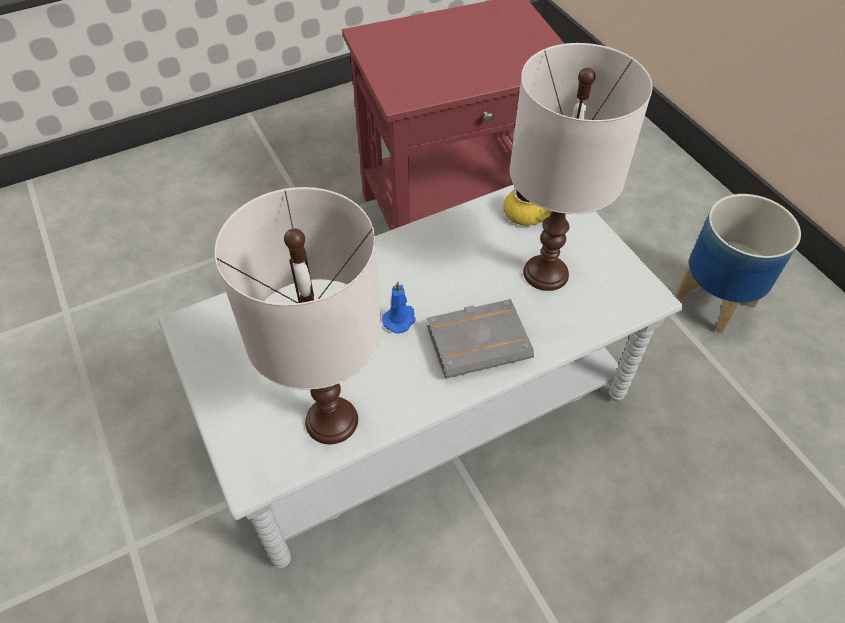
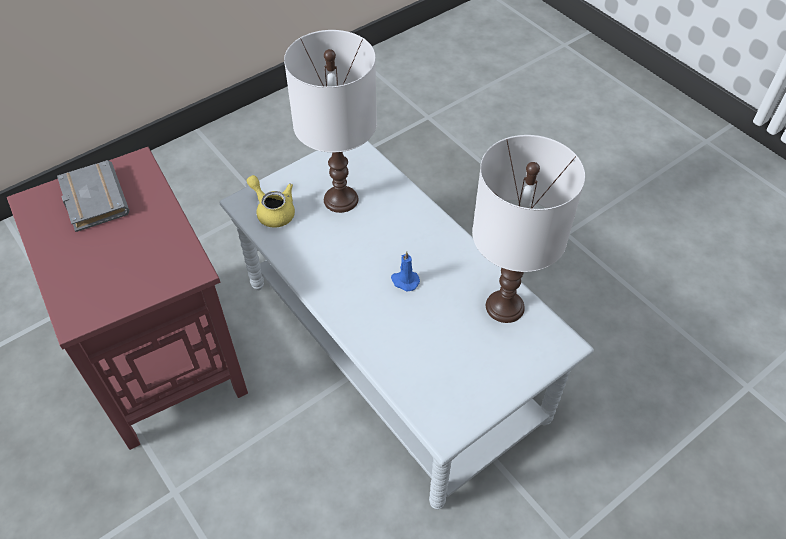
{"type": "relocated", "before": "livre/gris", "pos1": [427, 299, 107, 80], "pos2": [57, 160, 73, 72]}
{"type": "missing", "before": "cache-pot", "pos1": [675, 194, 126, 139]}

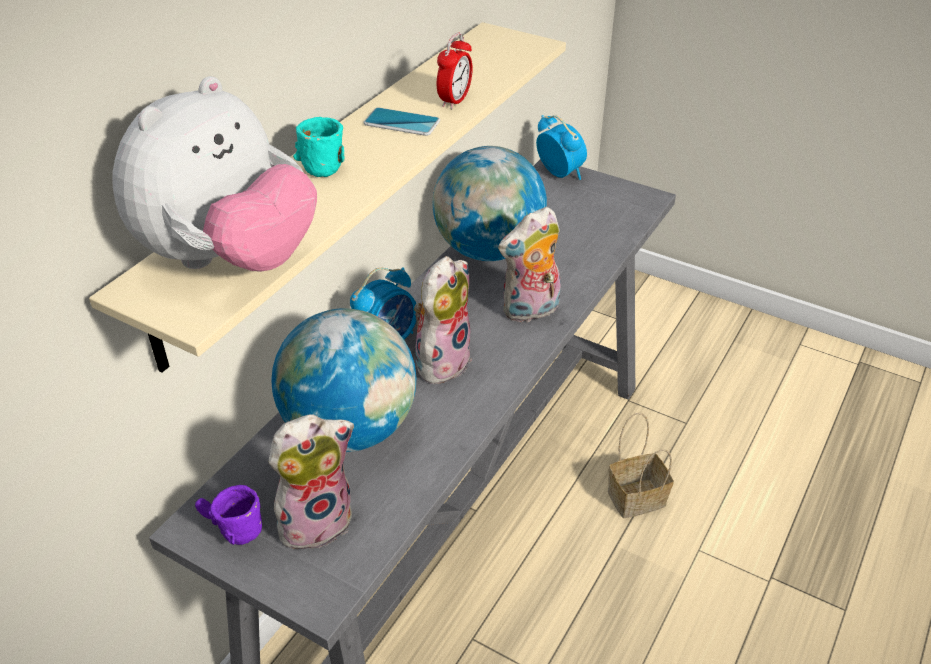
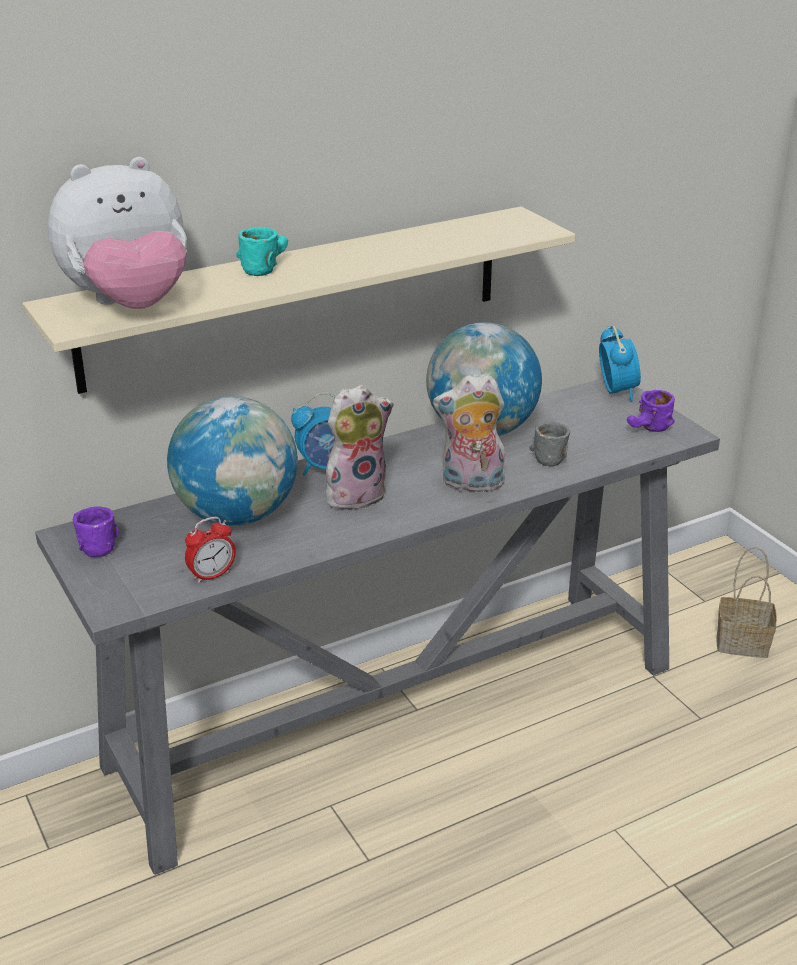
{"type": "relocated", "before": "réveil", "pos1": [437, 33, 36, 76], "pos2": [185, 517, 51, 67]}
{"type": "appeared", "after": "mug/gris", "pos2": [529, 422, 41, 45]}
{"type": "appeared", "after": "mug/violet", "pos2": [627, 390, 48, 42]}
{"type": "relocated", "before": "panier", "pos1": [608, 413, 66, 105], "pos2": [716, 547, 61, 111]}
{"type": "missing", "before": "peluche", "pos1": [269, 414, 85, 141]}
{"type": "missing", "before": "téléphone", "pos1": [363, 107, 77, 29]}

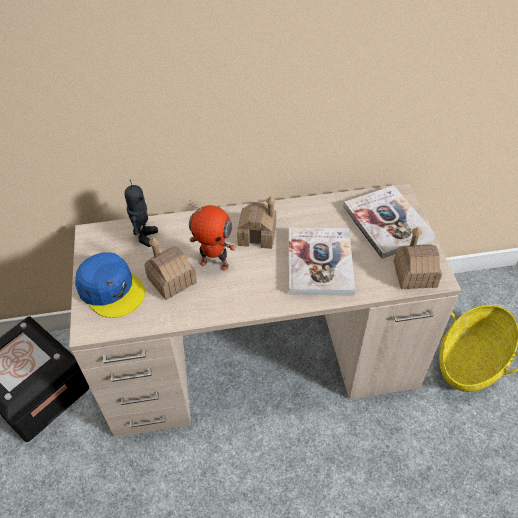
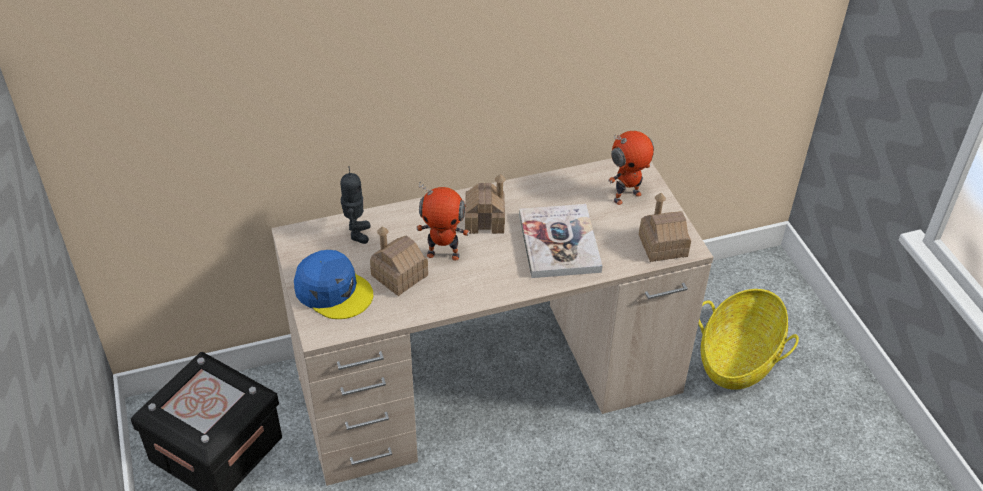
{"type": "exchanged", "before": "livre", "after": "robot jouet", "pos1": [343, 186, 93, 73], "pos2": [608, 131, 46, 74]}

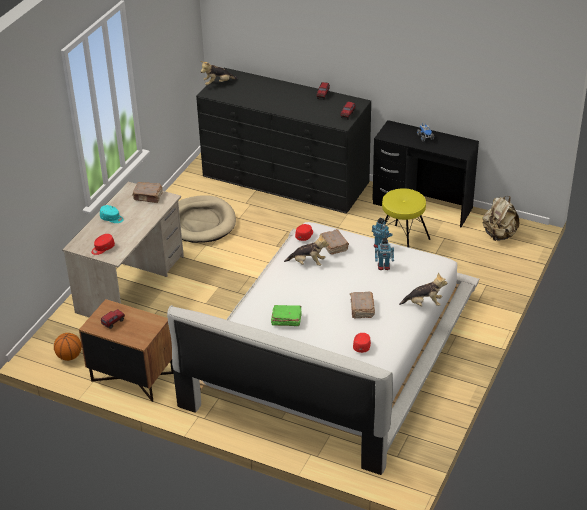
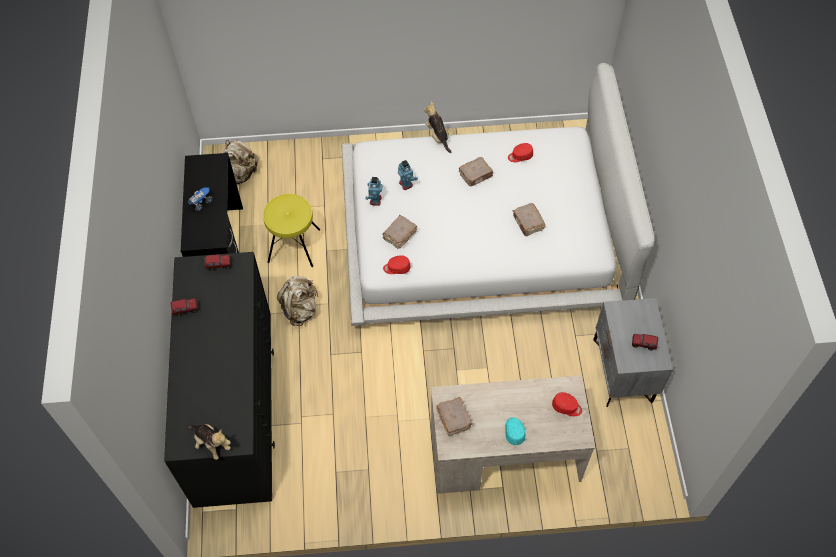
{"type": "appeared", "after": "sac à dos/beige", "pos2": [277, 276, 41, 50]}
{"type": "colour", "before": "livre/vert", "after": "livre/marron", "pos1": [271, 305, 31, 21], "pos2": [513, 203, 32, 33]}
{"type": "colour", "before": "table de chevet/marron", "after": "table de chevet/gris", "pos1": [79, 299, 95, 103], "pos2": [593, 298, 80, 109]}
{"type": "missing", "before": "ballon de basket", "pos1": [54, 333, 28, 28]}
{"type": "missing", "before": "panier pour chien/beige", "pos1": [178, 195, 58, 48]}
{"type": "missing", "before": "peluche", "pos1": [284, 233, 45, 33]}

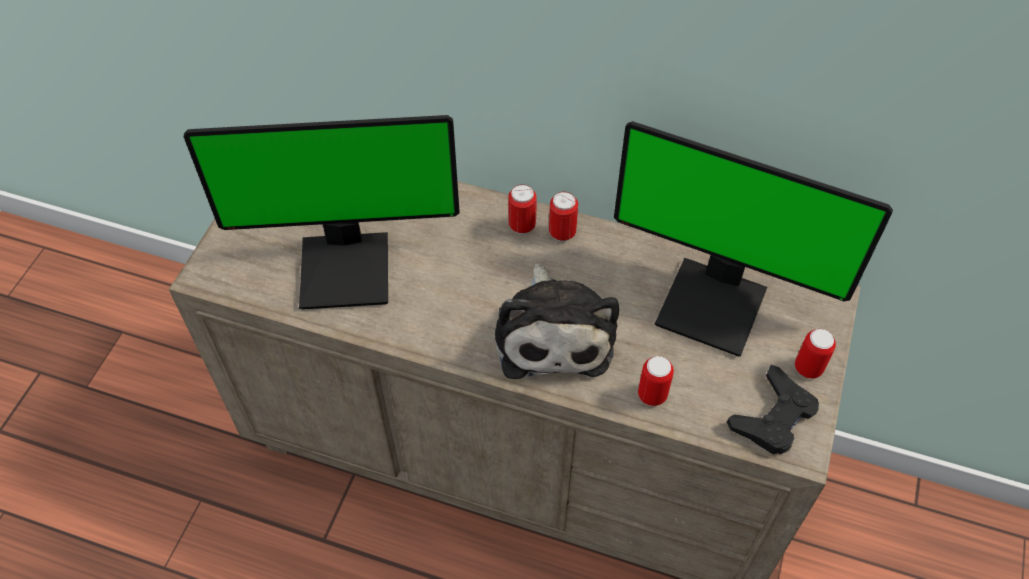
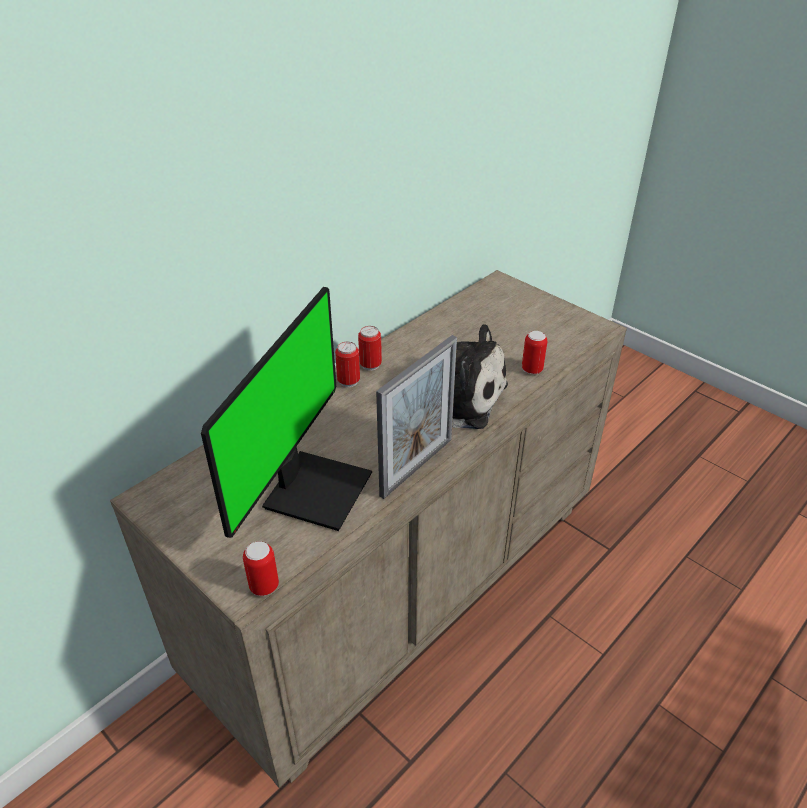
{"type": "relocated", "before": "boîte métallique", "pos1": [795, 329, 41, 50], "pos2": [243, 541, 36, 55]}
{"type": "appeared", "after": "cadre photo", "pos2": [376, 335, 81, 164]}
{"type": "missing", "before": "écran d'ordinateur", "pos1": [614, 121, 279, 236]}
{"type": "missing", "before": "manette/noir", "pos1": [727, 365, 92, 89]}

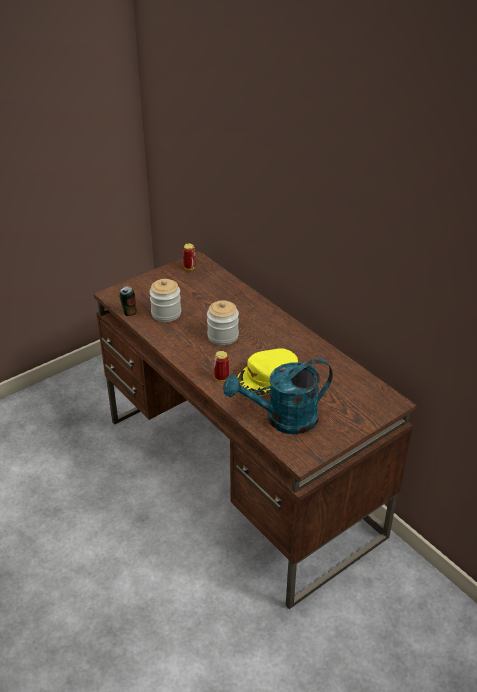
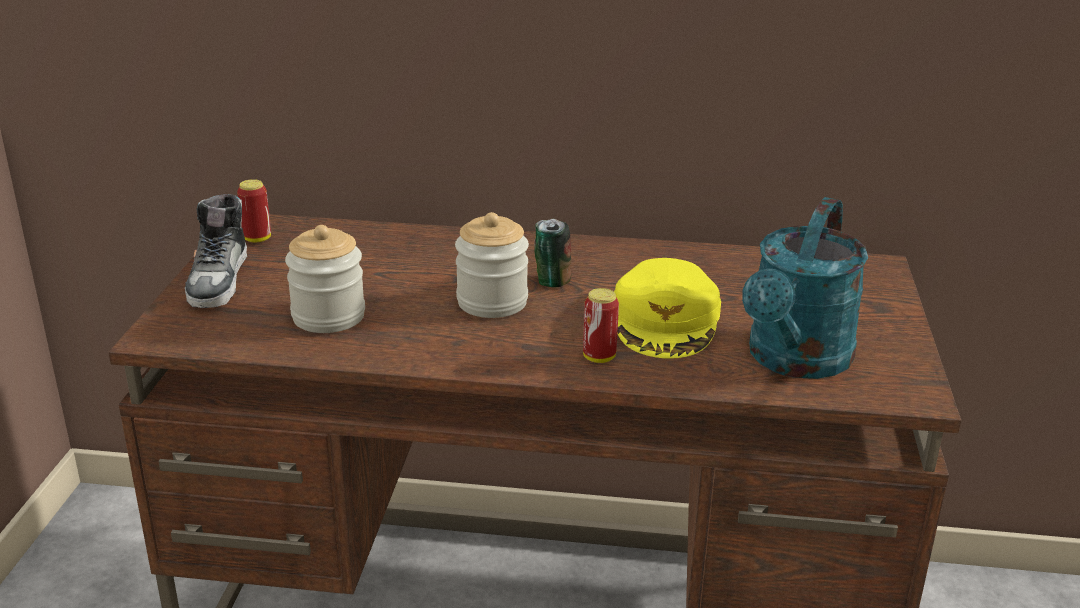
{"type": "appeared", "after": "chaussure", "pos2": [185, 194, 62, 114]}
{"type": "relocated", "before": "boîte métallique", "pos1": [119, 286, 18, 30], "pos2": [534, 219, 37, 68]}

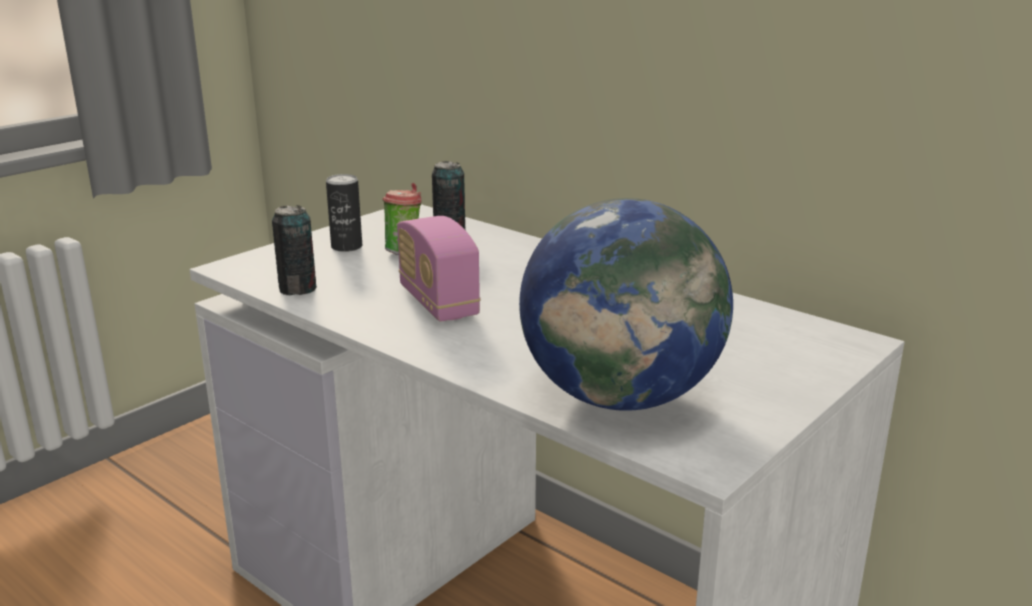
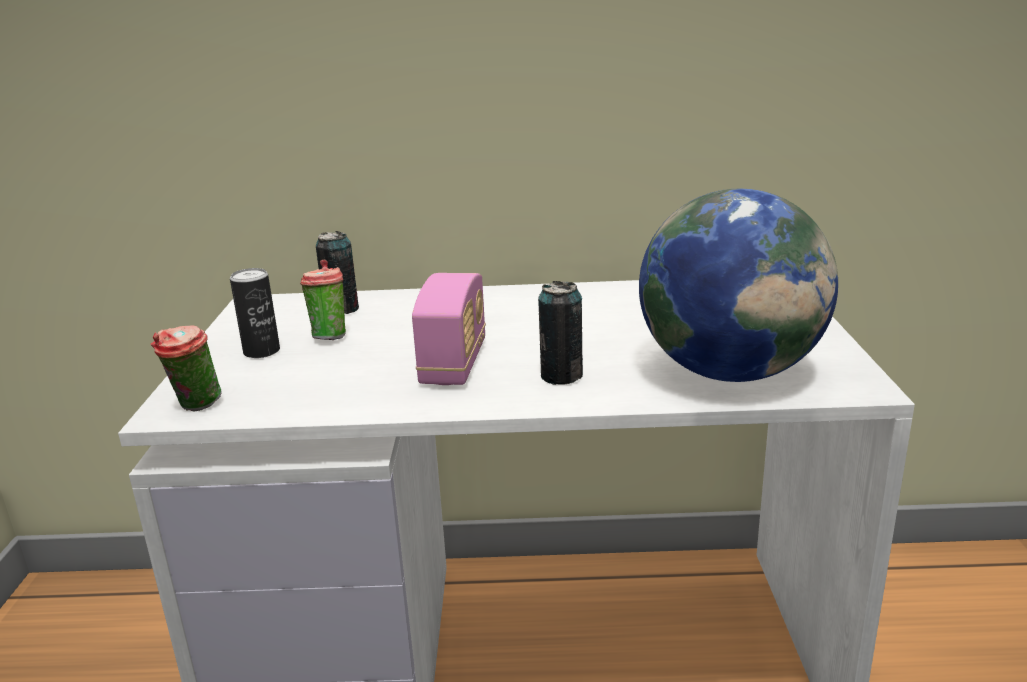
{"type": "appeared", "after": "tasse", "pos2": [151, 325, 70, 86]}
{"type": "spun", "before": "radio", "pos1": [397, 216, 83, 105], "pos2": [412, 273, 74, 112], "turn": -105}
{"type": "relocated", "before": "boîte métallique", "pos1": [272, 205, 45, 90], "pos2": [538, 281, 45, 104]}

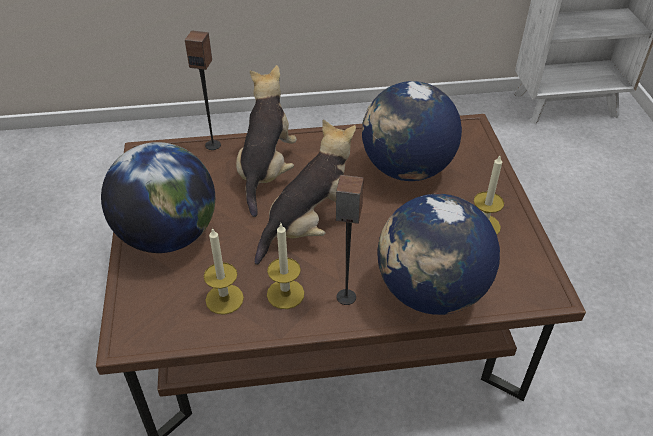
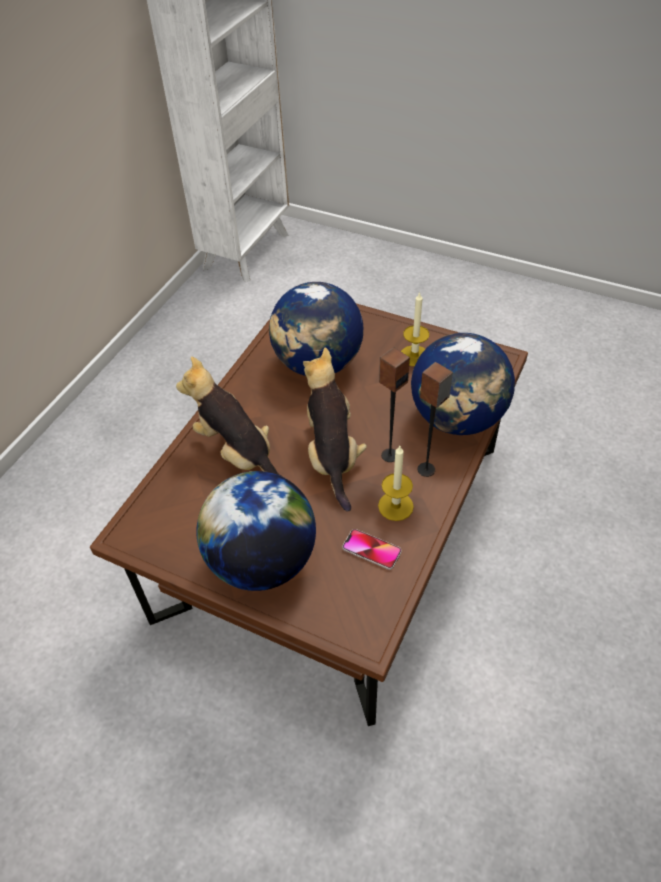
{"type": "exchanged", "before": "bougie", "after": "téléphone", "pos1": [204, 227, 40, 88], "pos2": [342, 529, 60, 41]}
{"type": "relocated", "before": "enceinte", "pos1": [185, 30, 36, 120], "pos2": [379, 347, 31, 115]}

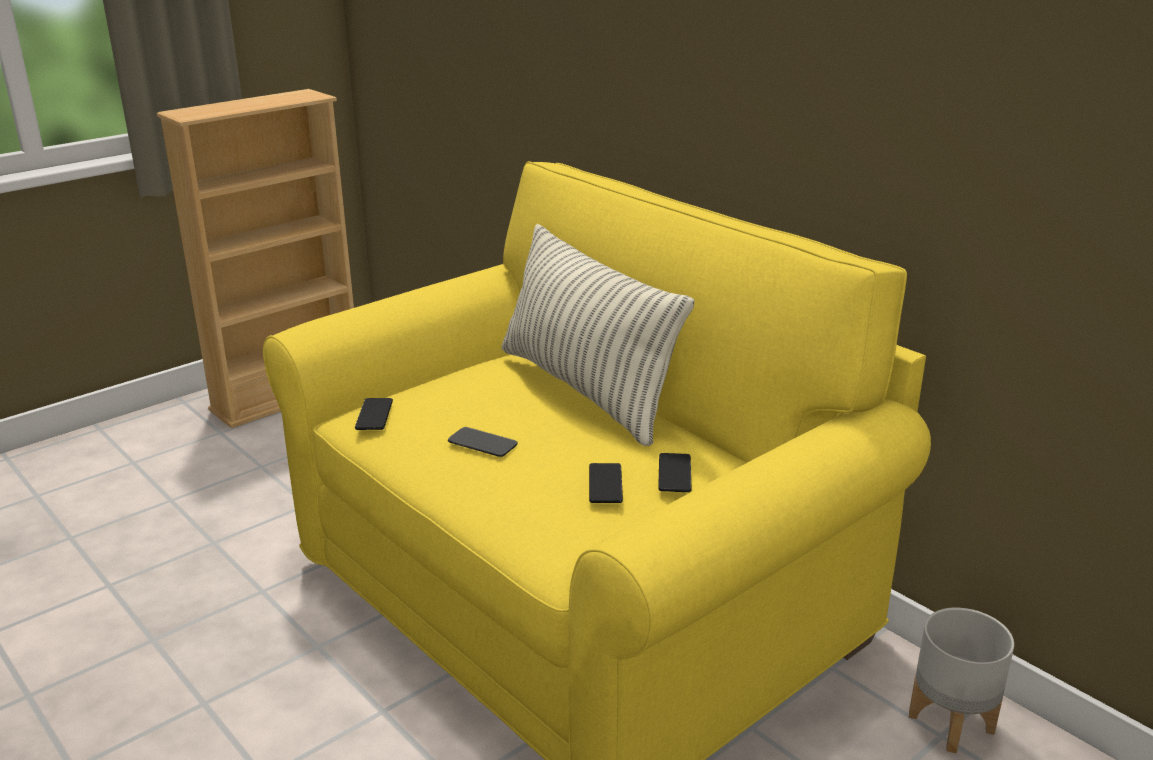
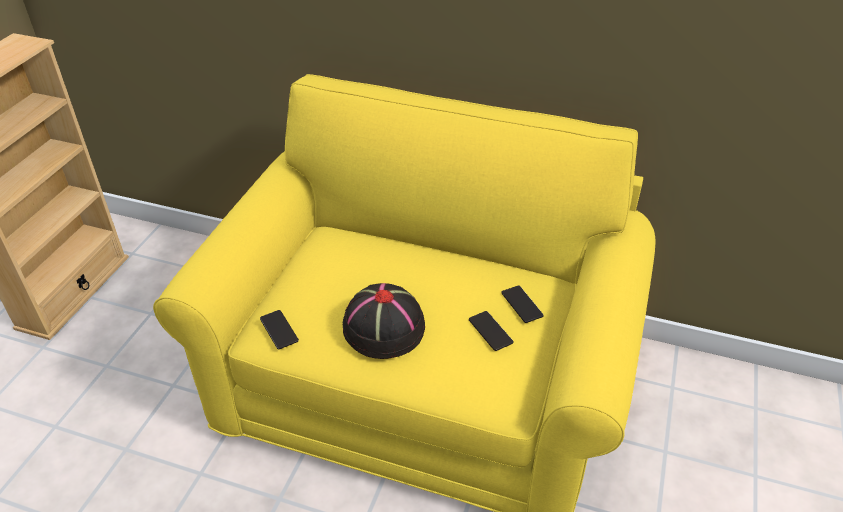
{"type": "exchanged", "before": "téléphone", "after": "chapeau/noir", "pos1": [448, 427, 69, 30], "pos2": [343, 283, 82, 76]}
{"type": "missing", "before": "coussin", "pos1": [502, 224, 192, 222]}
{"type": "missing", "before": "cache-pot/gris", "pos1": [909, 608, 105, 145]}

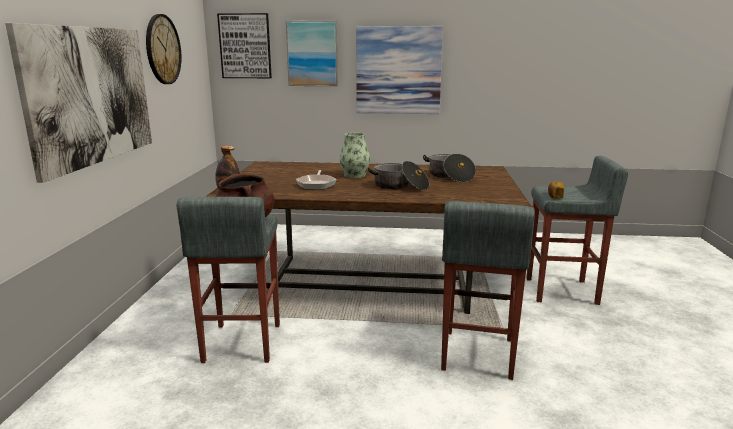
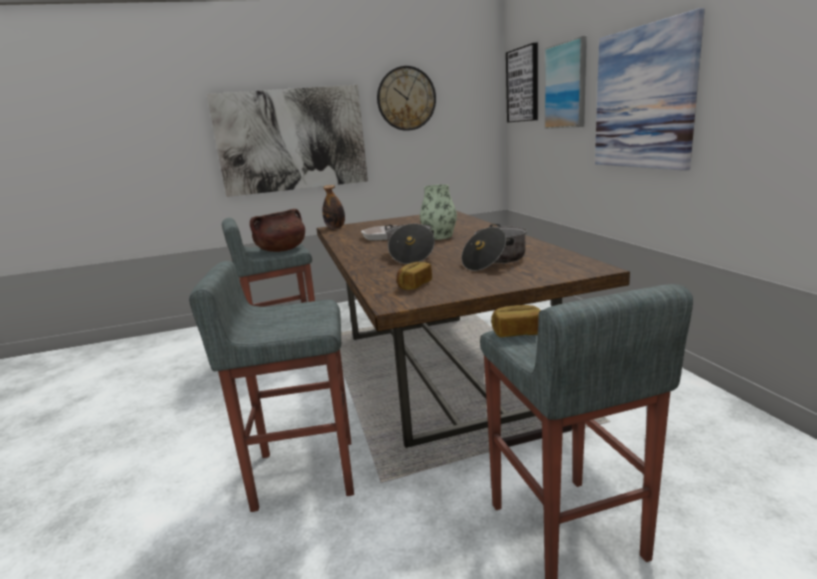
{"type": "appeared", "after": "pain", "pos2": [397, 262, 35, 28]}

